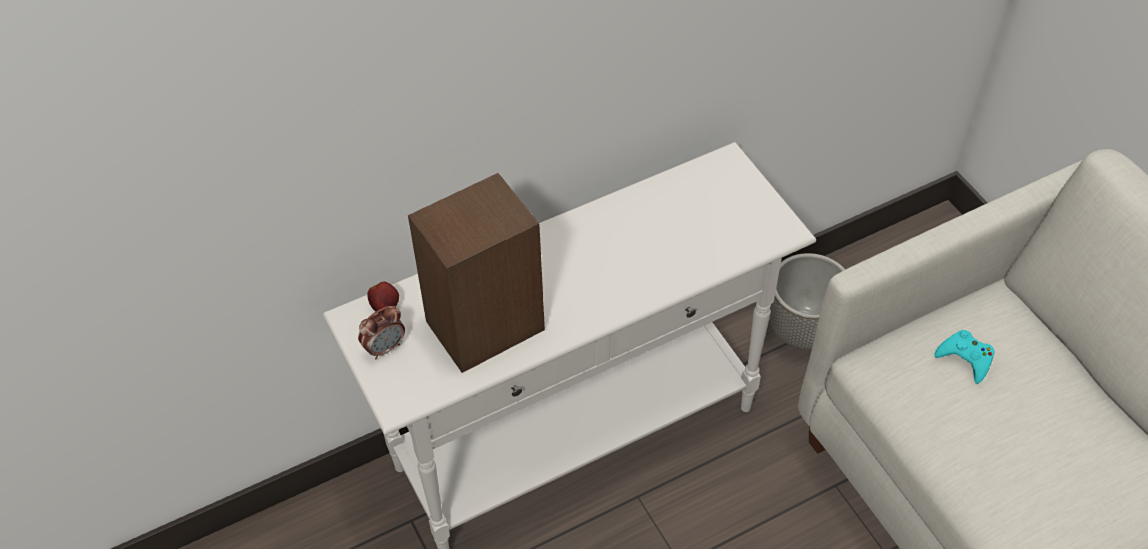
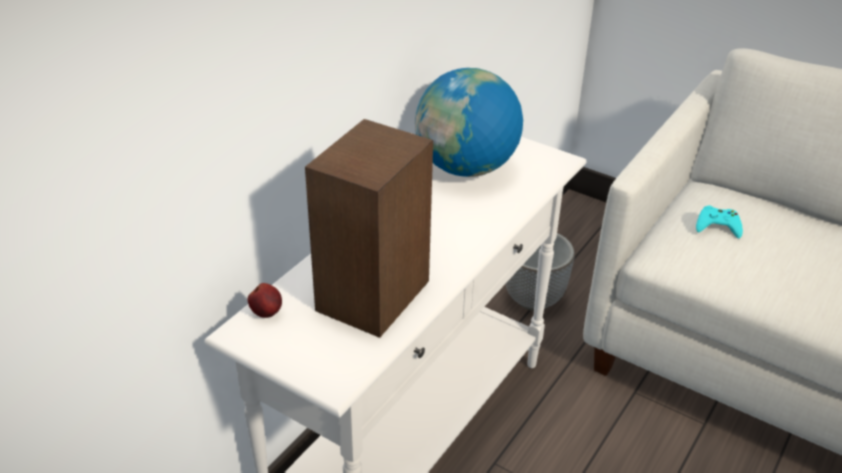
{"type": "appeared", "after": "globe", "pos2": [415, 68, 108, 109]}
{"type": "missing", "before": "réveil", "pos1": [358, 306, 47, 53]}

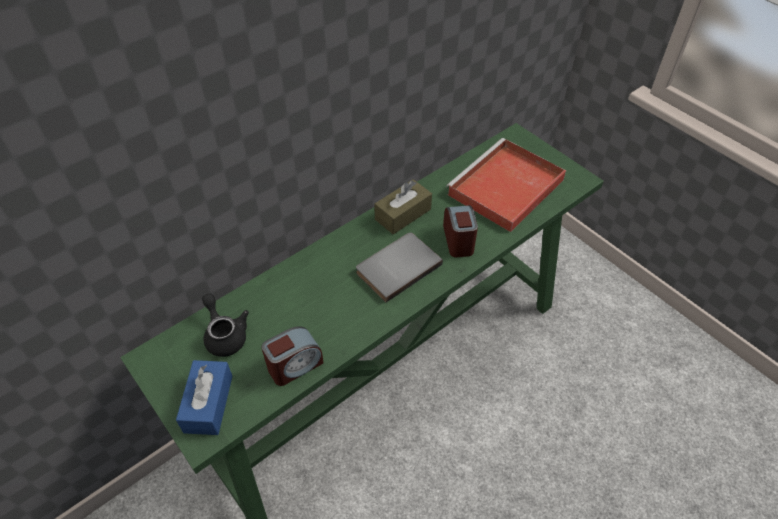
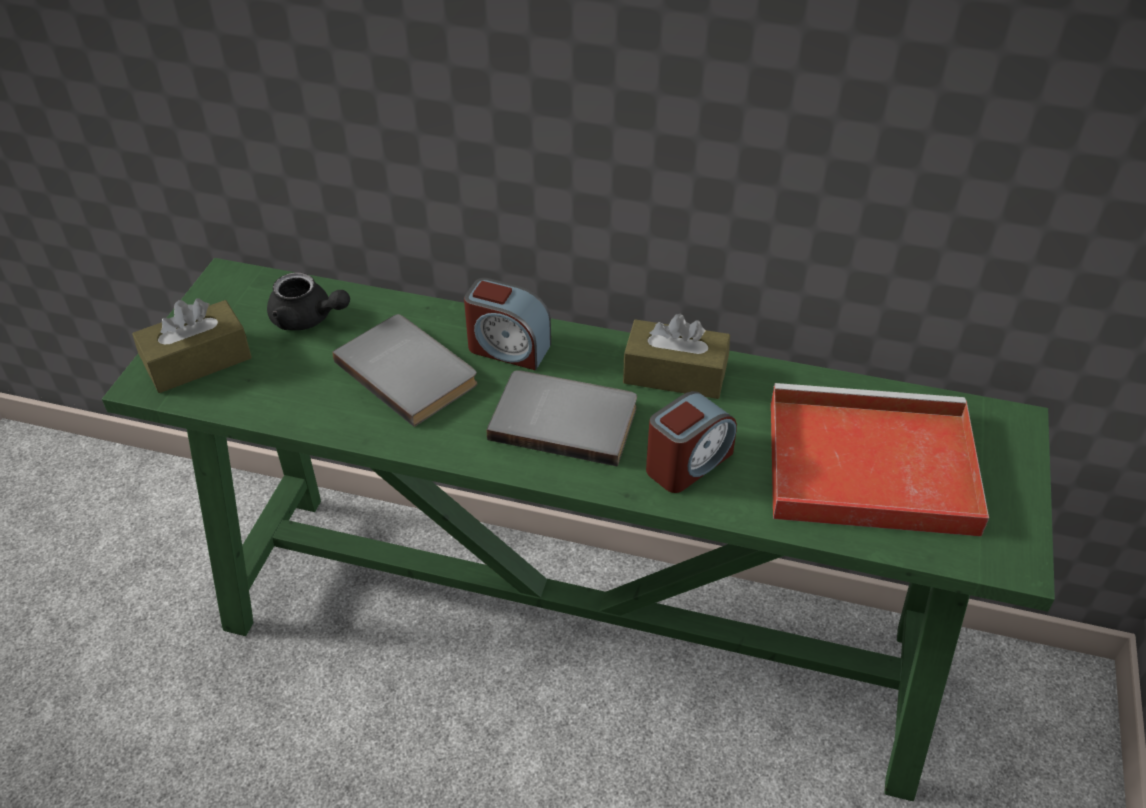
{"type": "colour", "before": "boîte à mouchoirs/bleu", "after": "boîte à mouchoirs/marron", "pos1": [176, 360, 56, 75], "pos2": [132, 298, 120, 95]}
{"type": "spun", "before": "théière/noir", "pos1": [202, 293, 47, 64], "pos2": [267, 273, 83, 57], "turn": 90}
{"type": "appeared", "after": "livre/gris", "pos2": [333, 314, 144, 113]}
{"type": "relocated", "before": "réveil", "pos1": [262, 326, 62, 60], "pos2": [464, 278, 87, 92]}

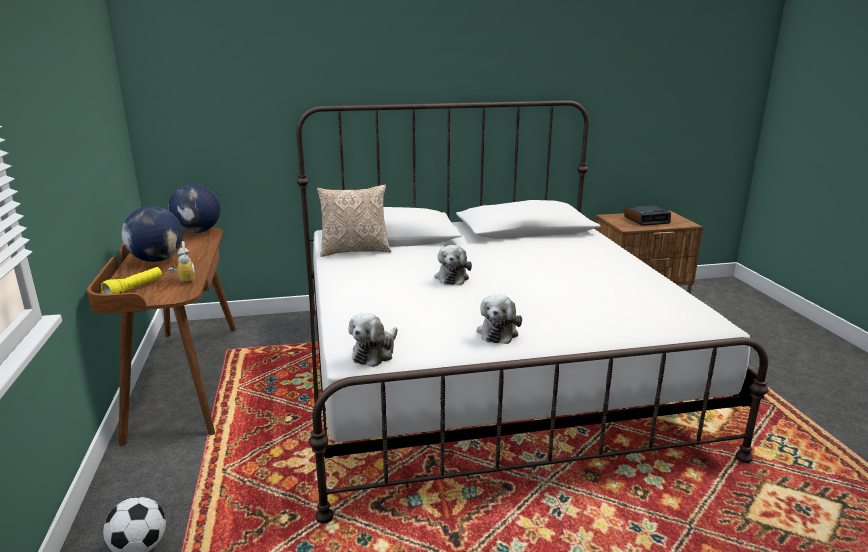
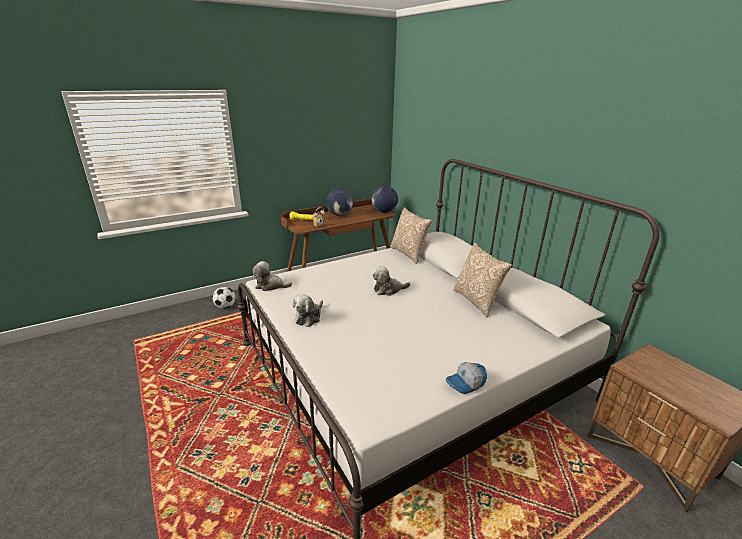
{"type": "spun", "before": "peluche", "pos1": [477, 294, 45, 50], "pos2": [293, 295, 30, 32], "turn": -60}
{"type": "appeared", "after": "casquette", "pos2": [446, 362, 41, 32]}
{"type": "appeared", "after": "coussin", "pos2": [453, 243, 59, 75]}
{"type": "missing", "before": "réveil", "pos1": [624, 205, 47, 21]}

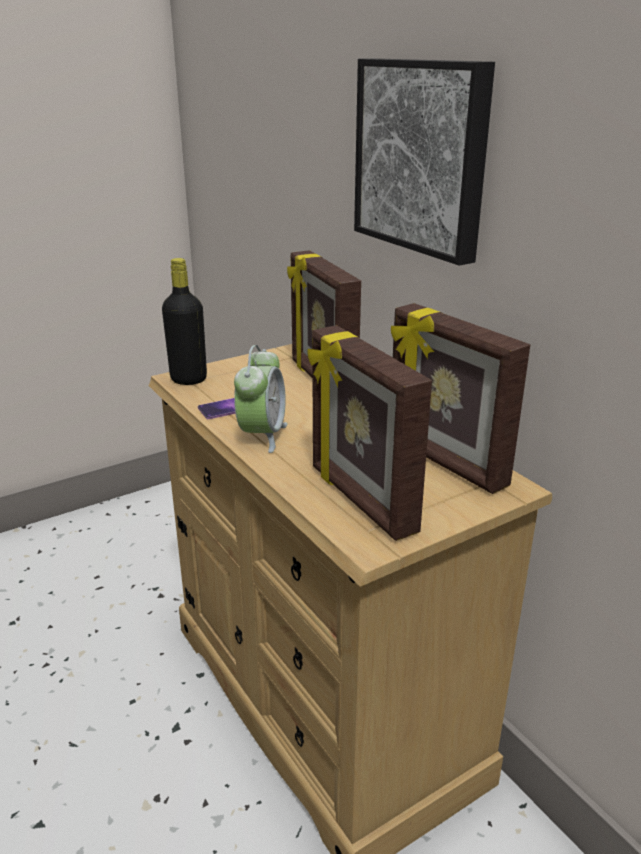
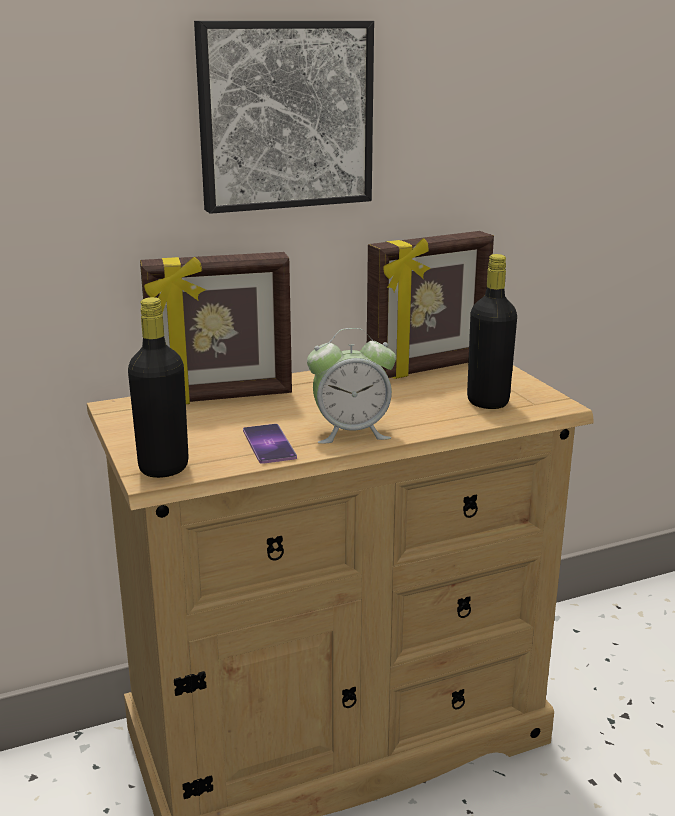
{"type": "spun", "before": "réveil", "pos1": [234, 345, 54, 108], "pos2": [307, 328, 89, 116], "turn": 150}
{"type": "exchanged", "before": "cadre photo", "after": "bouteille/noir", "pos1": [308, 325, 124, 216], "pos2": [467, 254, 50, 155]}

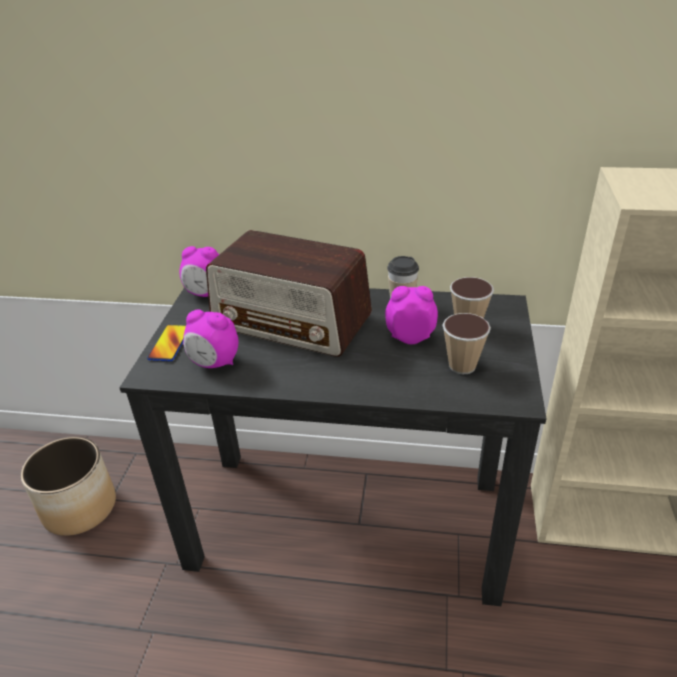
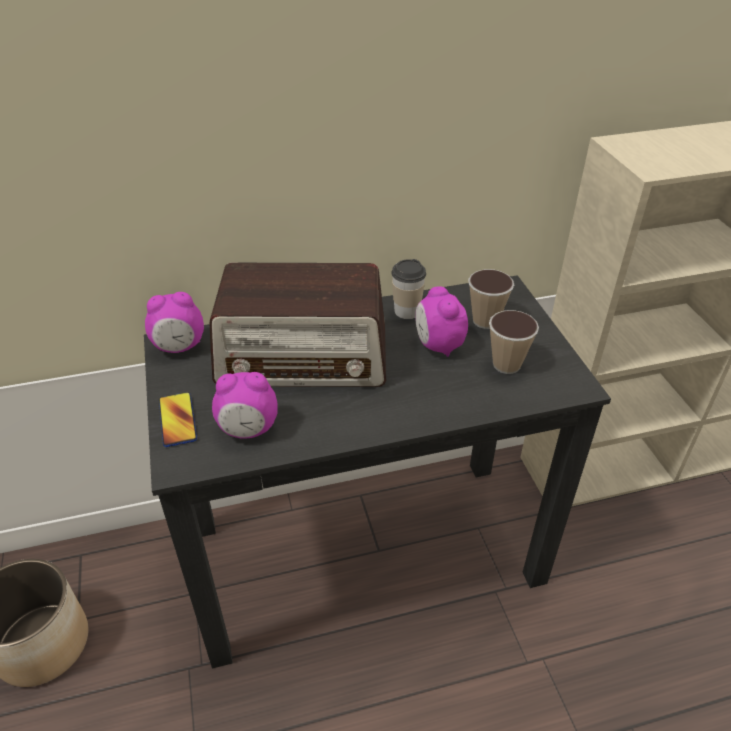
{"type": "spun", "before": "réveil", "pos1": [385, 286, 53, 58], "pos2": [416, 286, 52, 71], "turn": -90}

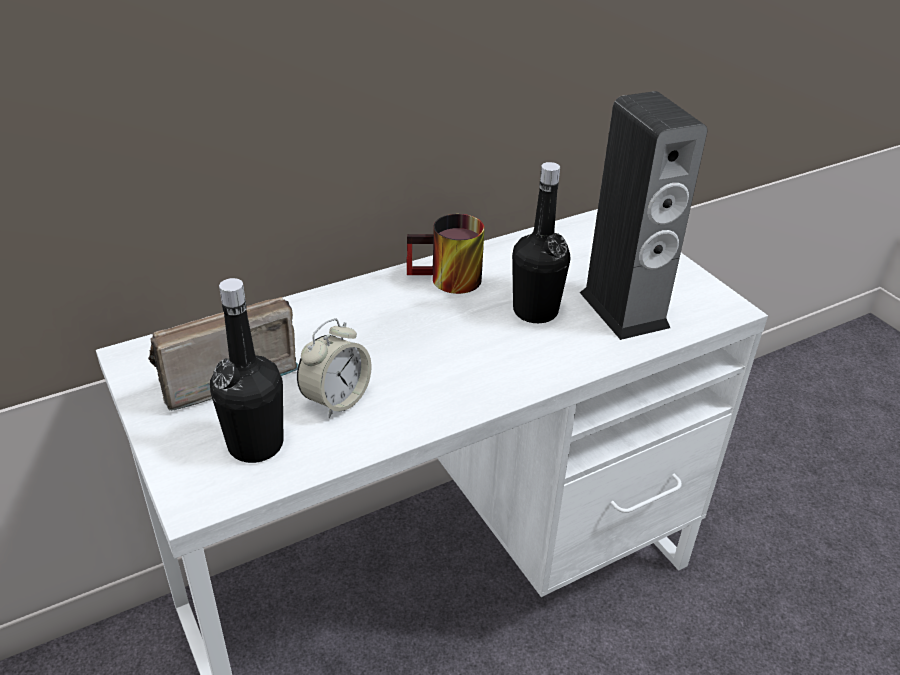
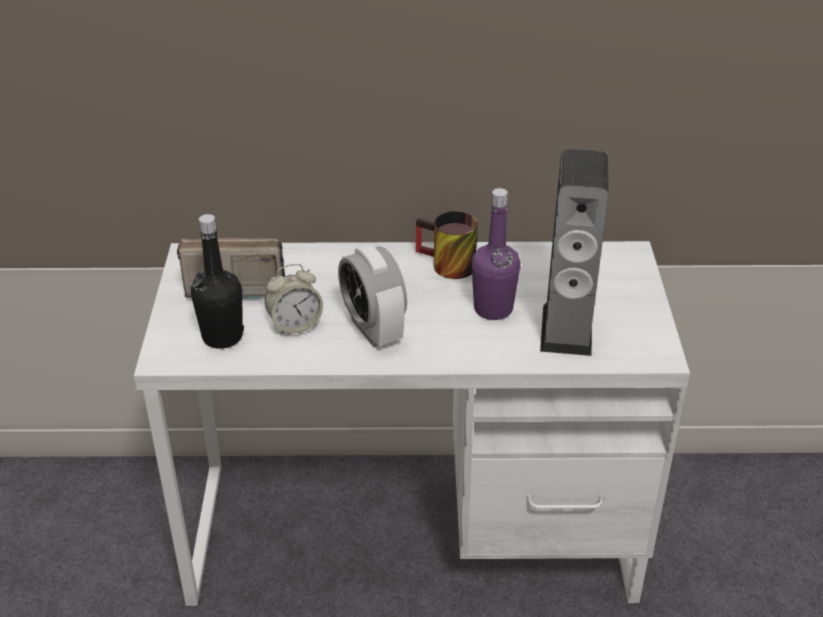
{"type": "appeared", "after": "réveil", "pos2": [338, 244, 69, 103]}
{"type": "colour", "before": "bouteille/noir", "after": "bouteille/violet", "pos1": [512, 162, 58, 161], "pos2": [471, 188, 50, 132]}

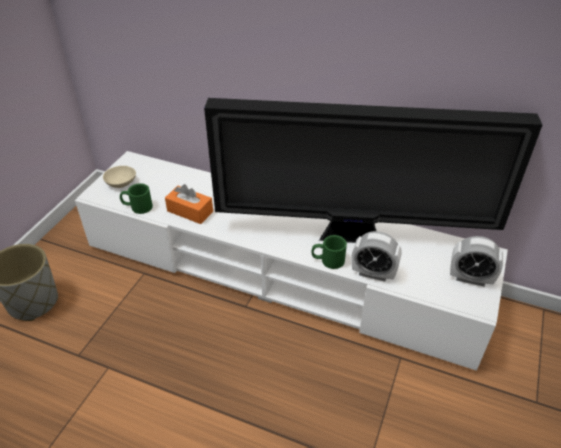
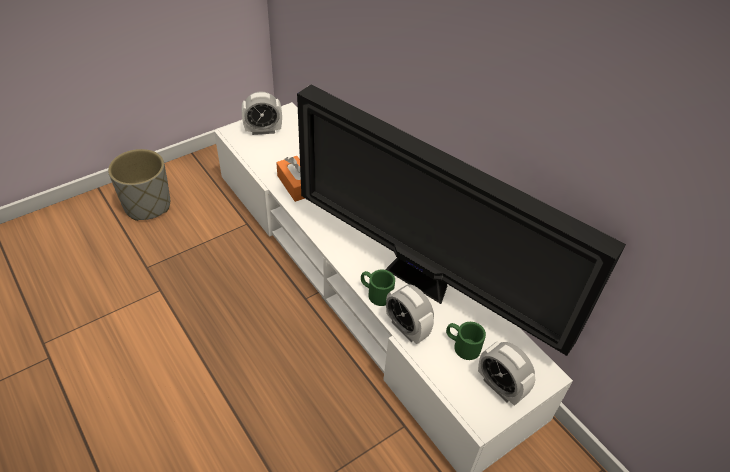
{"type": "exchanged", "before": "bol/beige", "after": "réveil", "pos1": [103, 166, 33, 22], "pos2": [242, 92, 40, 43]}
{"type": "relocated", "before": "mug/vert", "pos1": [120, 183, 33, 31], "pos2": [446, 322, 40, 38]}

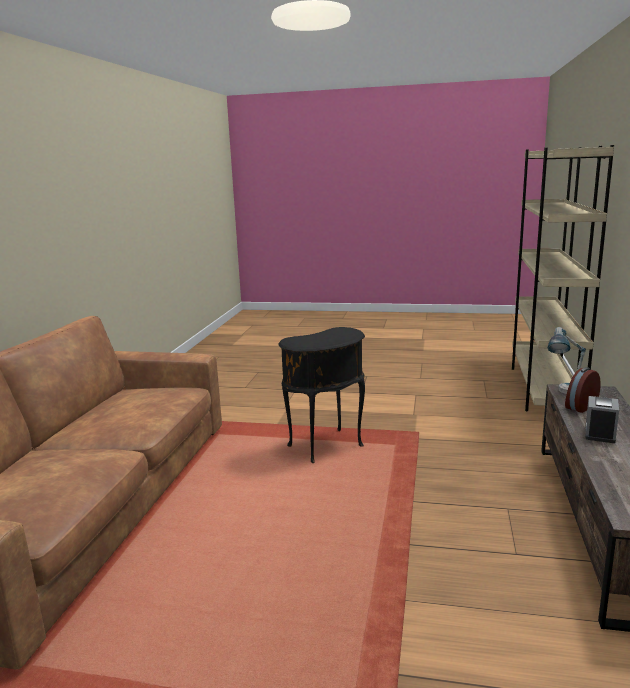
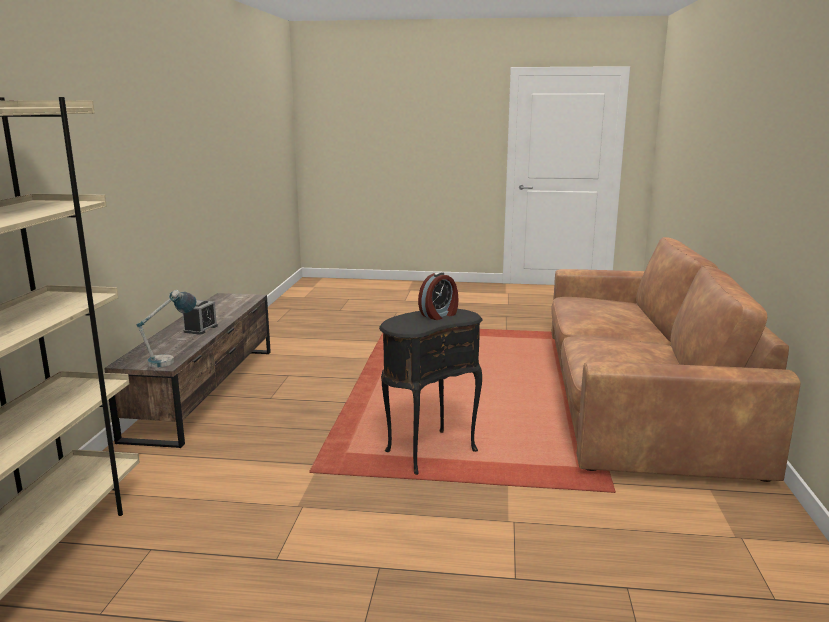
{"type": "relocated", "before": "réveil", "pos1": [565, 367, 36, 46], "pos2": [418, 272, 40, 48]}

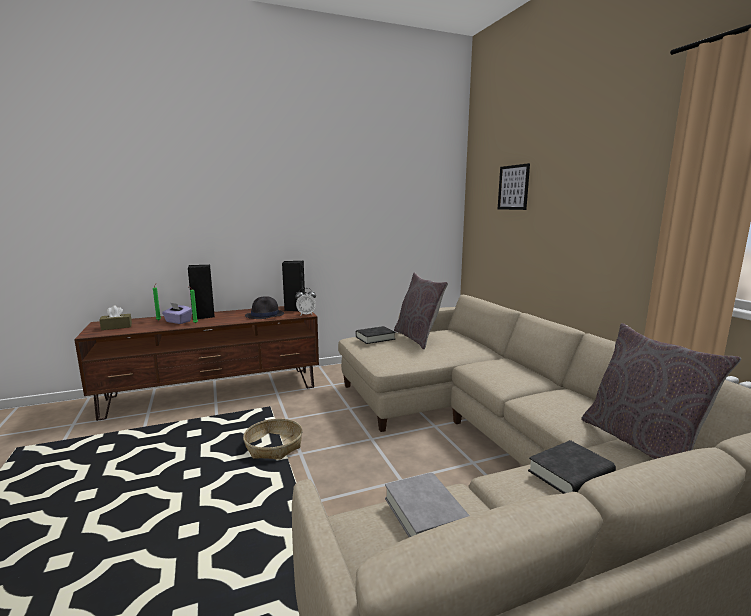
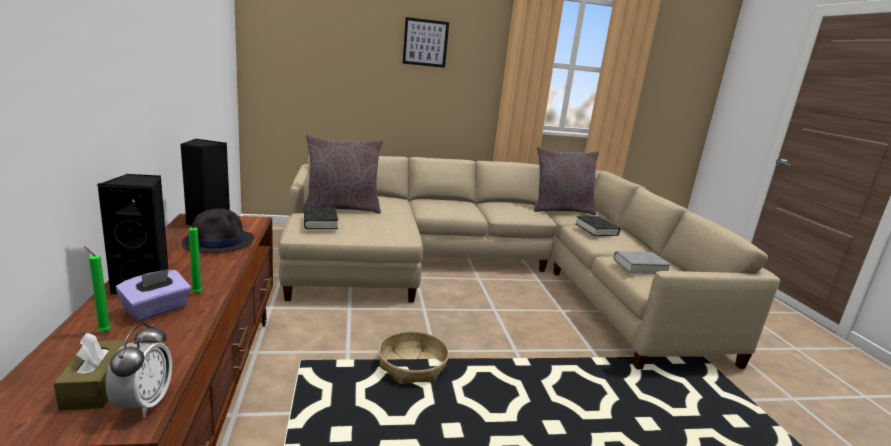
{"type": "relocated", "before": "réveil", "pos1": [295, 288, 21, 27], "pos2": [105, 323, 67, 94]}
{"type": "relocated", "before": "tableau", "pos1": [498, 163, 32, 47], "pos2": [403, 17, 46, 51]}

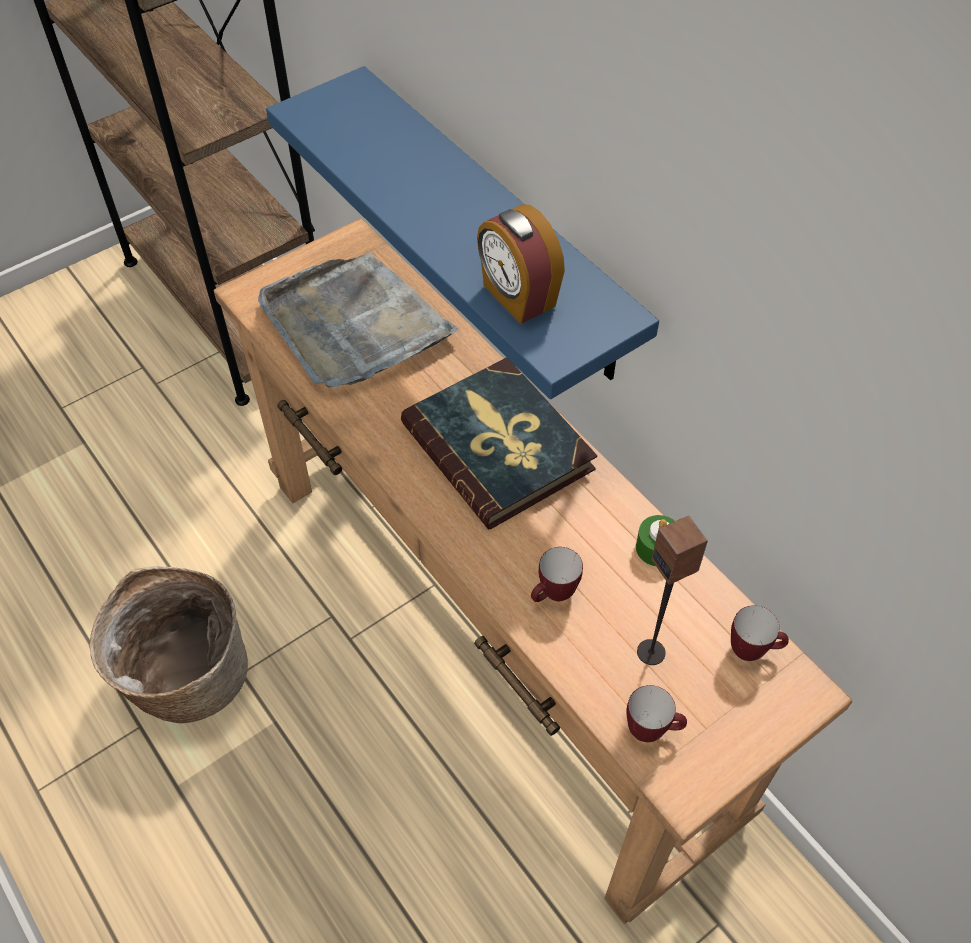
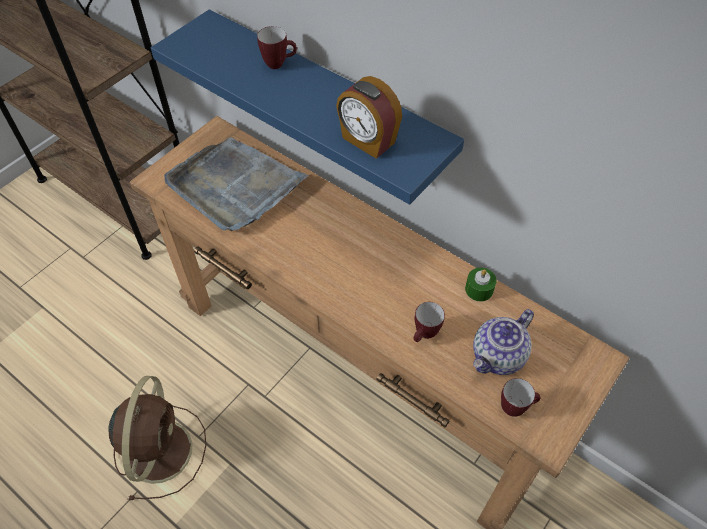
{"type": "exchanged", "before": "panier", "after": "ventilateur/marron", "pos1": [89, 566, 159, 157], "pos2": [109, 376, 97, 124]}
{"type": "relocated", "before": "mug", "pos1": [731, 605, 58, 56], "pos2": [257, 26, 40, 43]}
{"type": "exchanged", "before": "enceinte", "after": "théière", "pos1": [637, 515, 71, 150], "pos2": [473, 309, 61, 66]}
{"type": "missing", "before": "livre", "pos1": [401, 357, 196, 173]}

